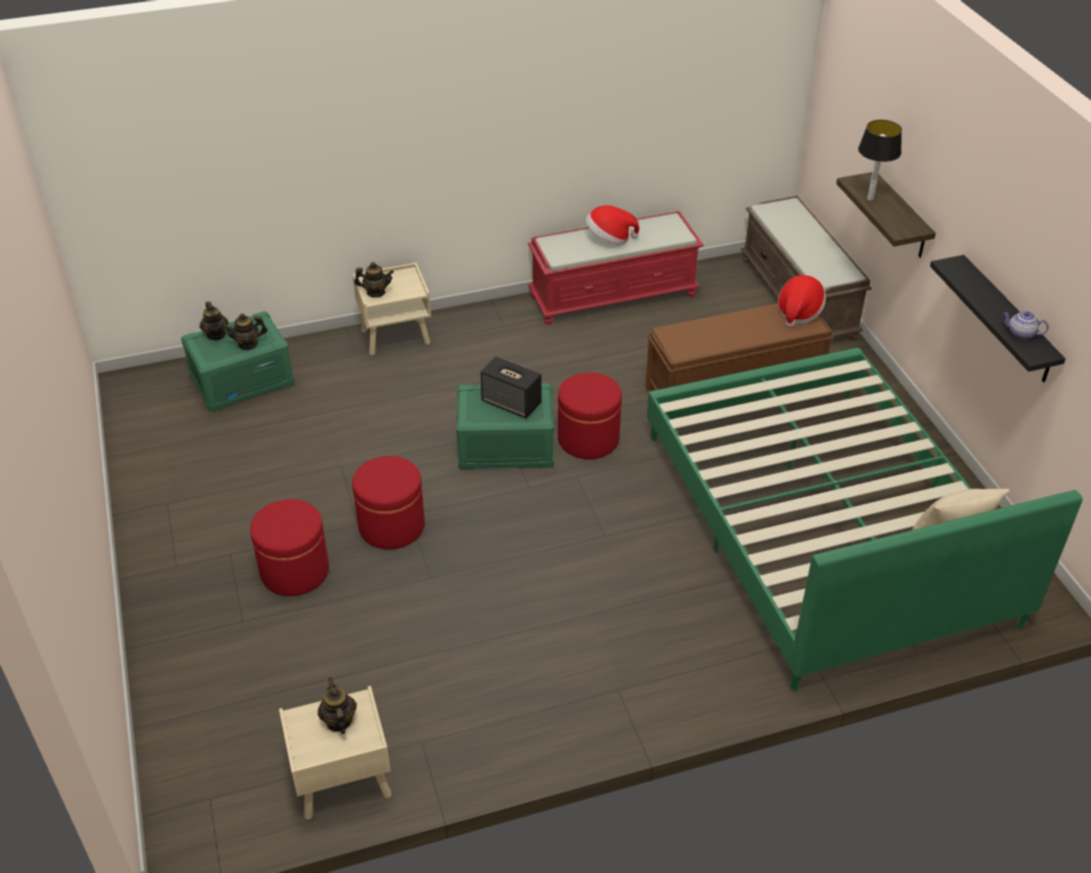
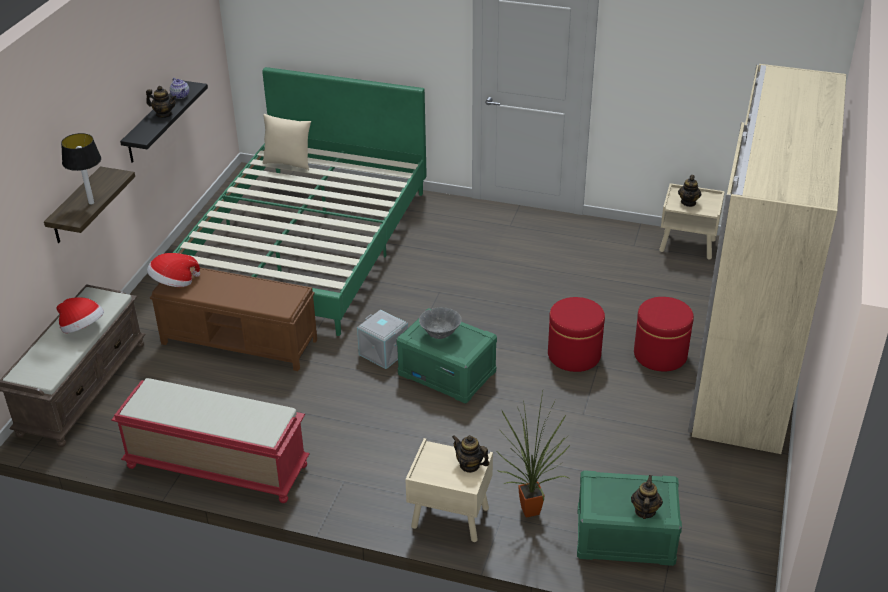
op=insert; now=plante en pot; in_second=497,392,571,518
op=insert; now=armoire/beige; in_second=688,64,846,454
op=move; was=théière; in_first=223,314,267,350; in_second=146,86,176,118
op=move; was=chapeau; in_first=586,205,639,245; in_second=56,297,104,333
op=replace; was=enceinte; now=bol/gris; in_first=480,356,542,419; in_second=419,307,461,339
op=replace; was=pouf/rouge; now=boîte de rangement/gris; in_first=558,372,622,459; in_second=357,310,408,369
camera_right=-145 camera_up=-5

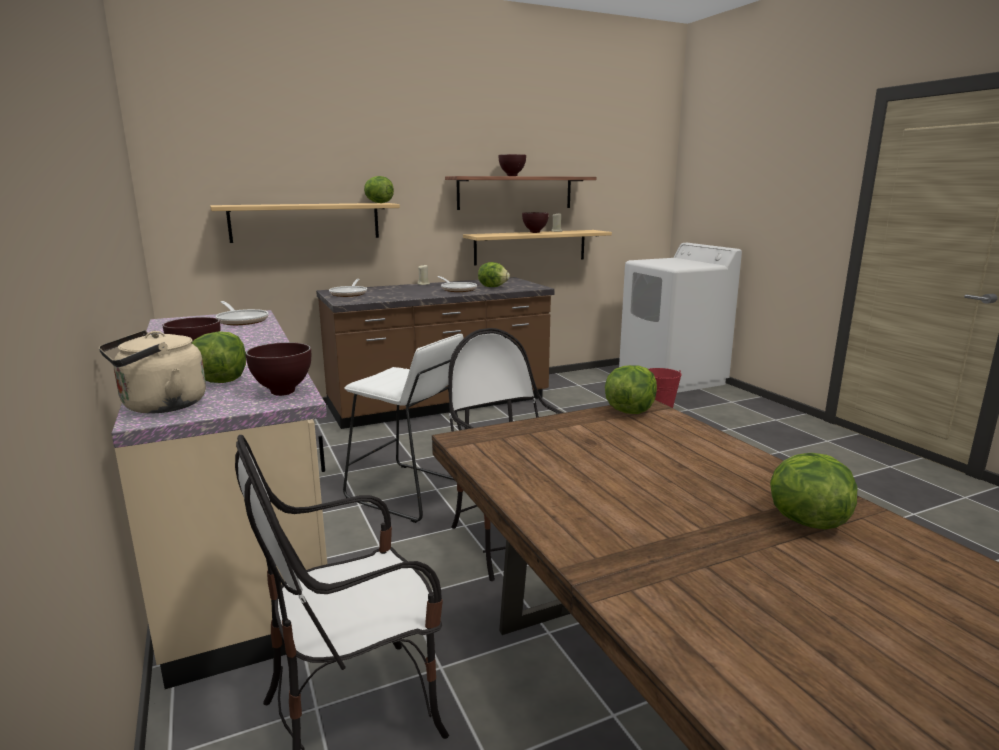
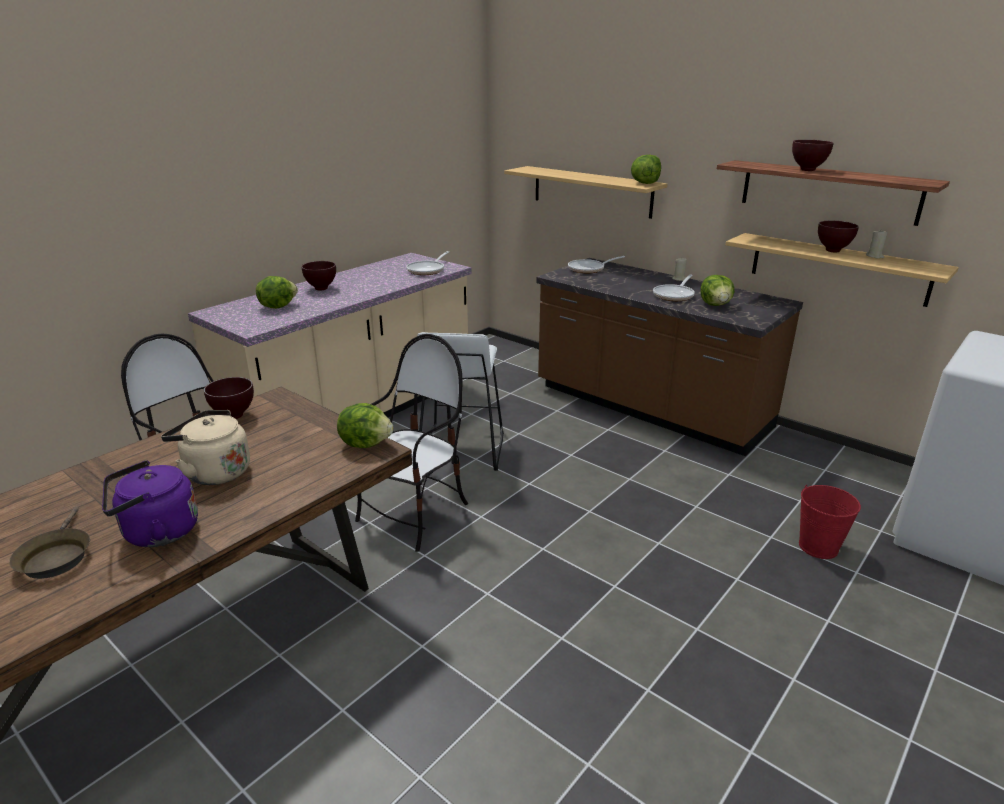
op=insert; now=poêle/marron; in_second=9,506,90,579
op=move; was=bouilloire/beige; in_first=99,330,206,414; in_second=161,410,250,485
op=move; was=bol/marron; in_first=245,342,311,396; in_second=204,377,254,419
op=replace; was=laitue; now=bouilloire/violet; in_first=770,453,857,530; in_second=102,460,198,547
camera_right=65 camera_up=10

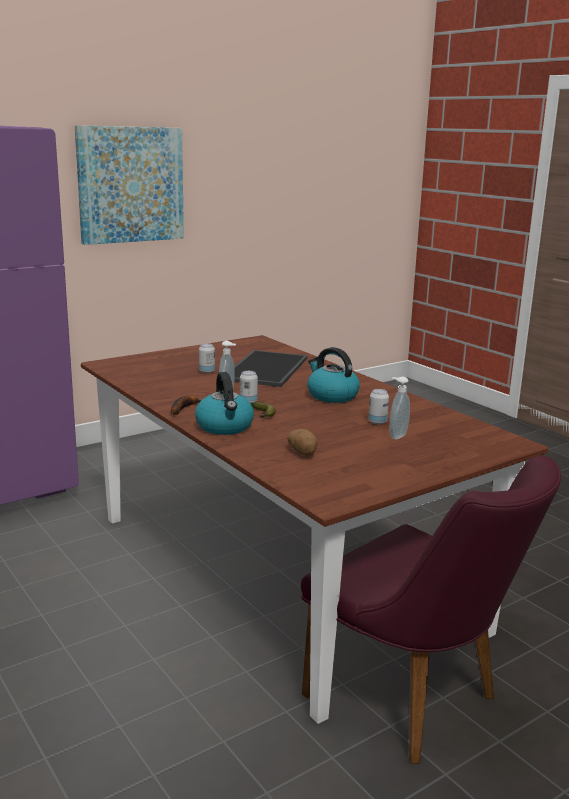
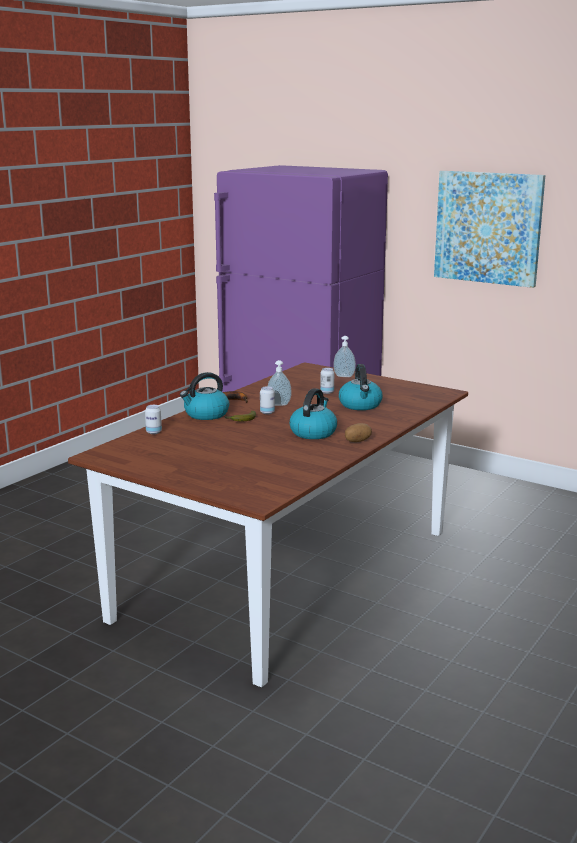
op=delete; was=chaise/violet; in_first=301,456,561,764
op=move; was=pomme de terre; in_first=287,429,318,456; in_second=345,423,372,442
op=move; was=boîte métallique; in_first=368,389,389,424; in_second=145,405,162,434
op=move; was=distributeur de savon; in_first=390,377,410,439; in_second=334,336,356,377
op=replace; was=plateau; now=bouilloire; in_first=234,350,308,387; in_second=339,364,383,410
camera_right=70 camera_up=0

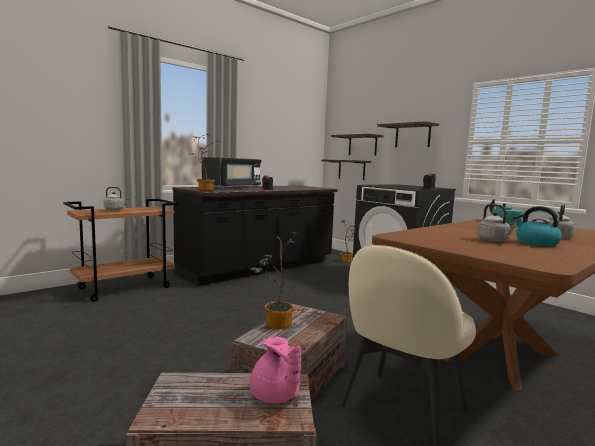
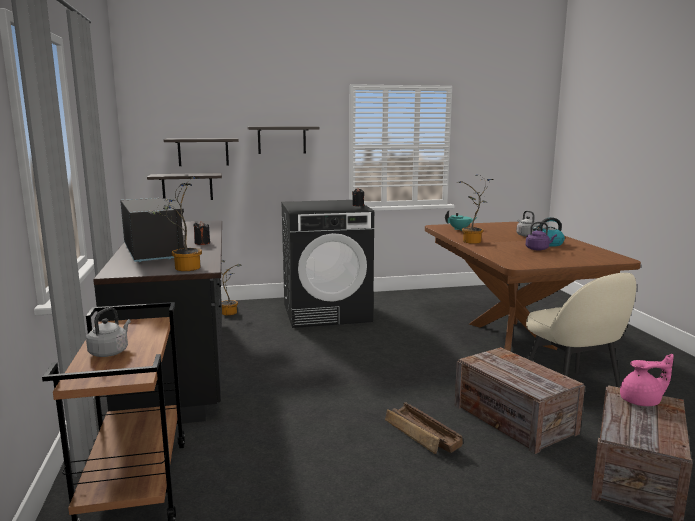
op=insert; now=caisse; in_second=385,402,463,454
op=move; was=plante en pot; in_first=250,232,297,329; in_second=458,175,493,244
op=recolor; was=bouilloire/gris; now=bouilloire/violet; in_first=477,204,517,242; in_second=526,222,557,251
camera_right=-60 camera_up=5

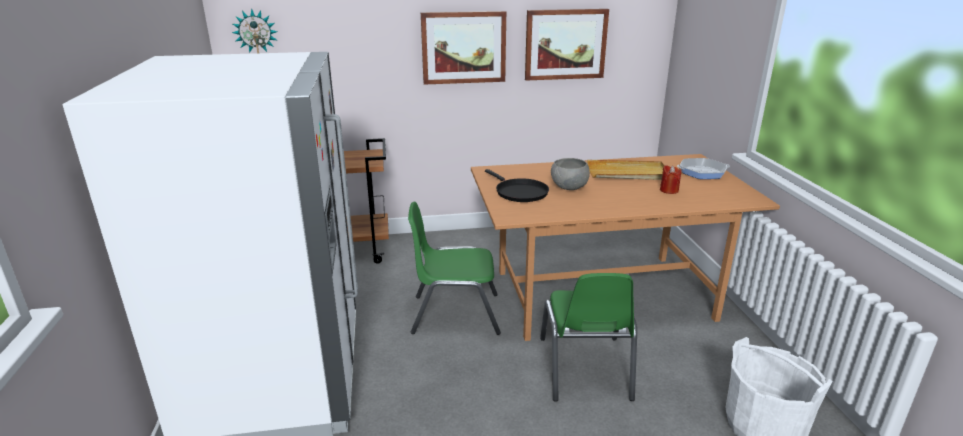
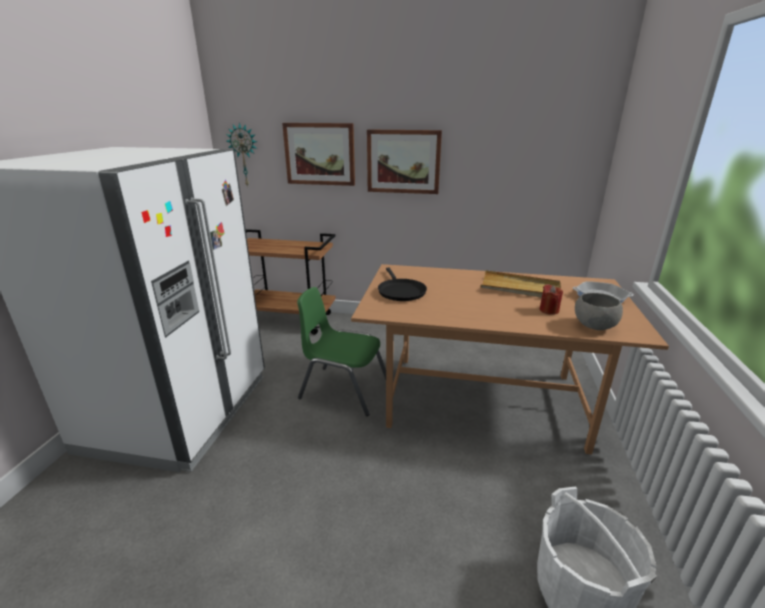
op=delete; was=chaise/vert; in_first=540,273,637,402
op=move; was=tableau; in_first=525,9,609,81; in_second=282,123,355,186
op=move; was=bol/gris; in_first=551,158,590,190; in_second=575,293,623,330
camera_right=20 camera_up=0

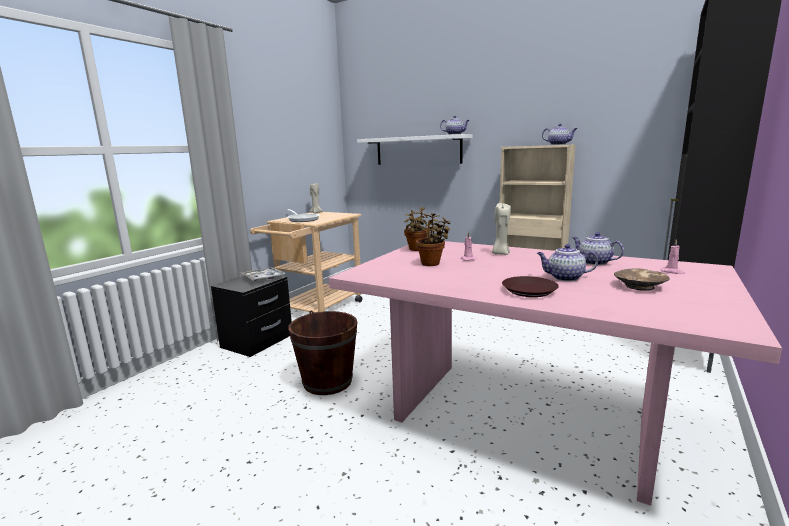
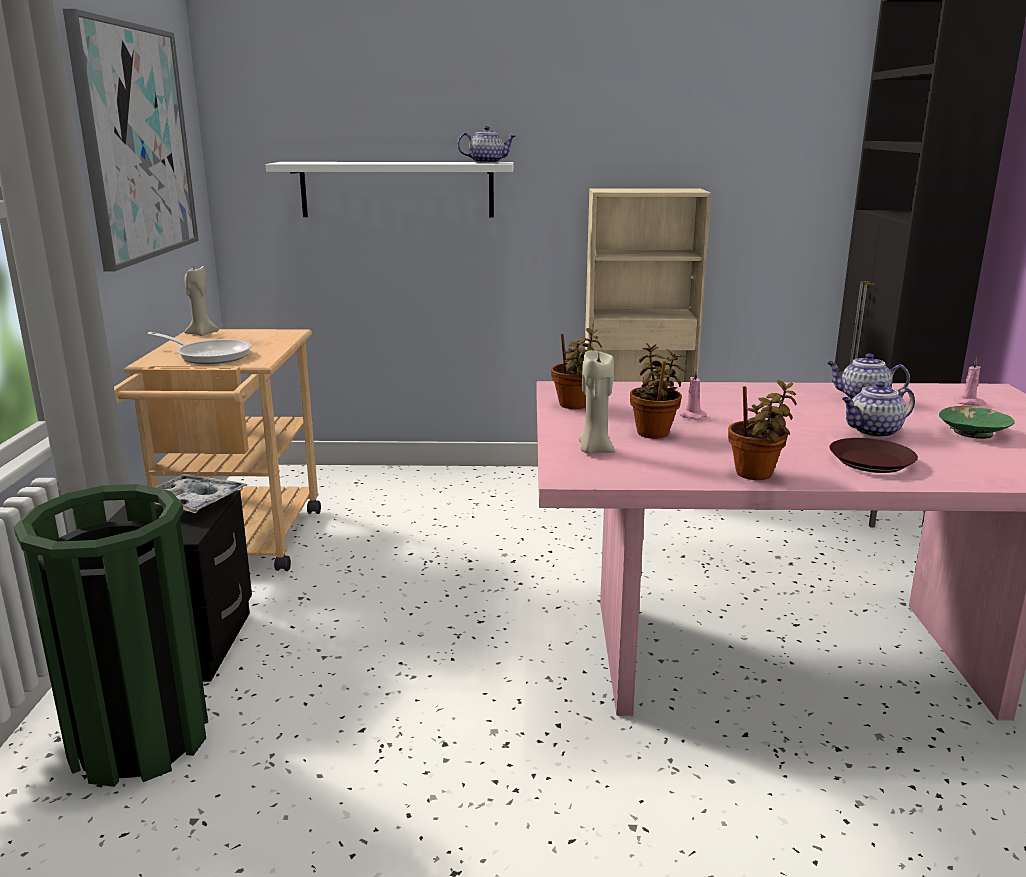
op=delete; was=seau/marron; in_first=288,311,357,395
op=delete; was=théière; in_first=542,124,578,145
op=insert; now=poubelle/vert; in_second=14,484,208,787
op=insert; now=tableau; in_second=63,9,199,271
op=insert; now=plante en pot; in_second=728,380,797,480
op=move; was=bougie/beige; in_first=492,203,511,255; in_second=579,350,615,454
op=recolor; was=bol/marron; now=bol/vert; in_first=614,268,670,291; in_second=939,406,1015,439
camera_right=-30 camera_up=5

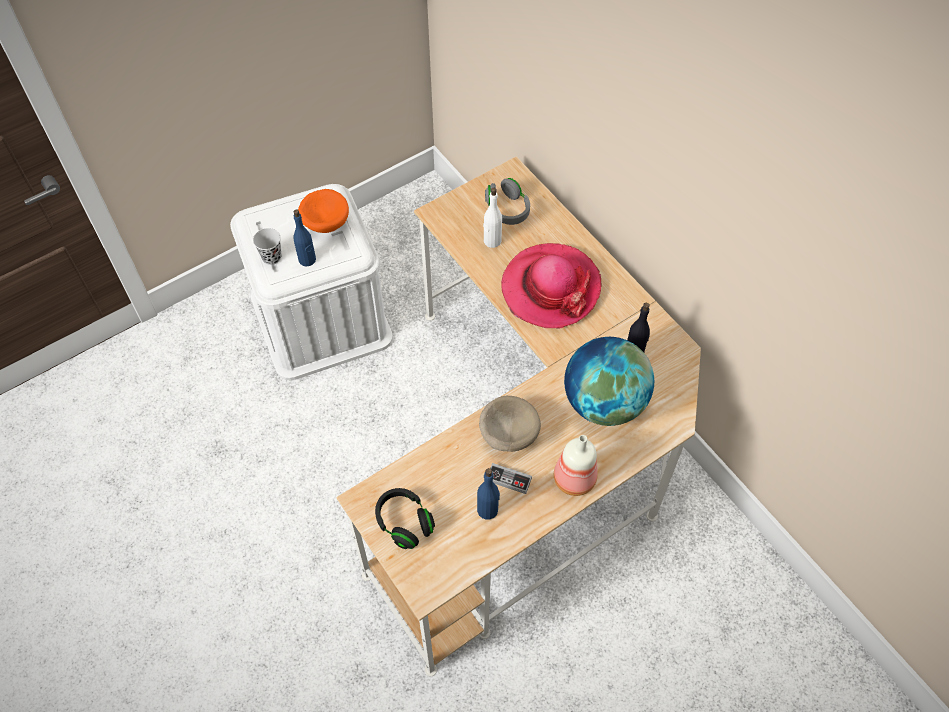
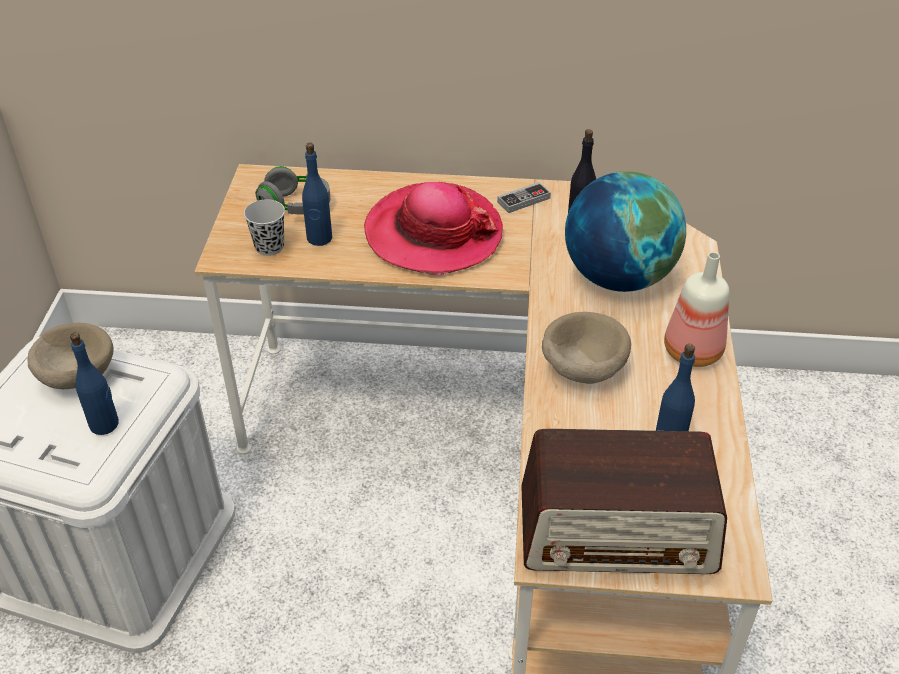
op=move; was=tasse/noir; in_first=253,228,281,265; in_second=244,199,285,256
op=move; was=manette; in_first=490,463,532,494; in_second=497,182,551,213
op=replace; was=casque audio/noir; now=radio; in_first=375,488,435,549; in_second=521,429,727,574
op=recolor; was=bol/orange; now=bol/beige; in_first=298,189,349,233; in_second=28,323,114,389
op=recolor; was=bouteille/blanc; now=bouteille/bleu; in_first=483,188,502,248; in_second=302,143,332,246
camera_right=-50 camera_up=-15

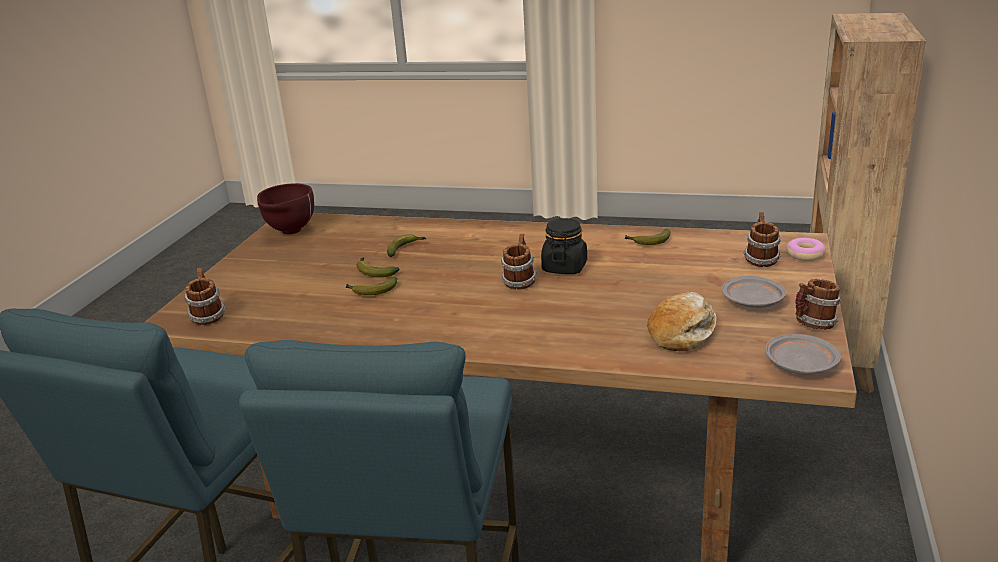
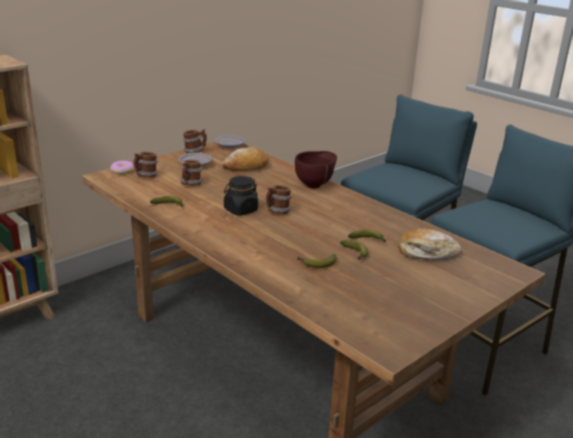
op=insert; now=pain; in_second=398,229,462,260
op=move; was=mug; in_first=184,268,225,325; in_second=180,160,202,186
op=move; was=bol/marron; in_first=257,183,314,234; in_second=295,151,337,188
camera_right=-150 camera_up=0

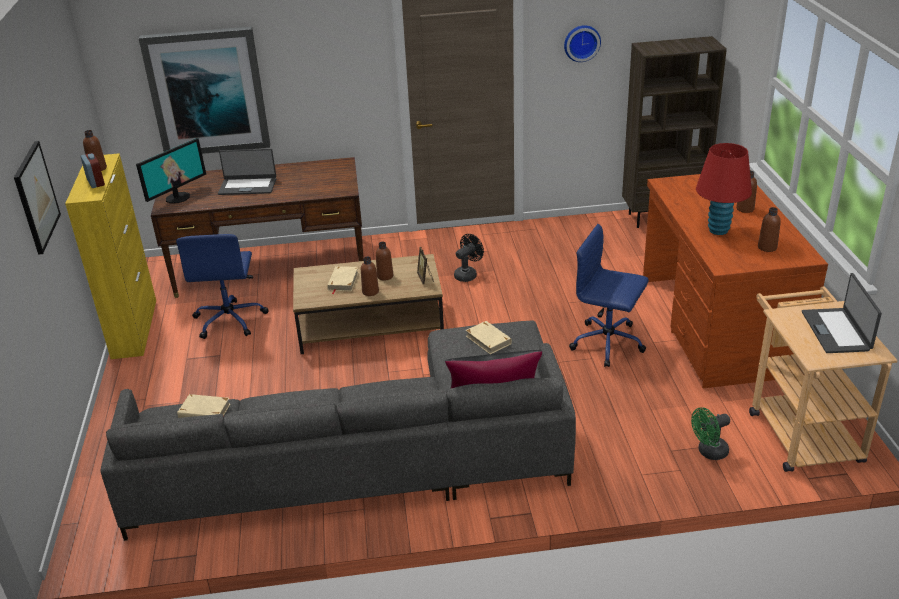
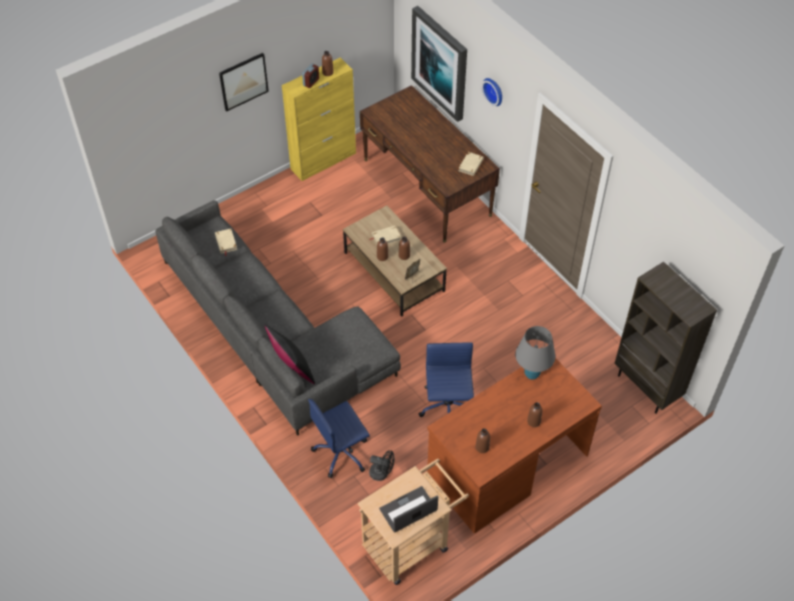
op=delete; was=écran d'ordinateur; in_first=136,138,206,204
op=delete; was=ordinateur portable; in_first=218,149,276,195
op=delete; was=ventilateur/vert; in_first=691,407,730,460
op=delete; was=lampe de table/rouge; in_first=696,143,752,235
op=insert; now=lampe de table/gris; in_second=515,326,555,380
op=move; was=chaise de bureau/bleu; in_first=176,234,268,339; in_second=308,399,370,478
op=move; was=ventilateur/noir; in_first=454,234,484,282; in_second=369,450,395,481
op=move; was=livre/beige; in_first=466,321,512,354; in_second=459,152,483,176
op=move; was=horloge murale; in_first=564,25,601,62; in_second=482,78,502,106
camera_right=60 camera_up=20

